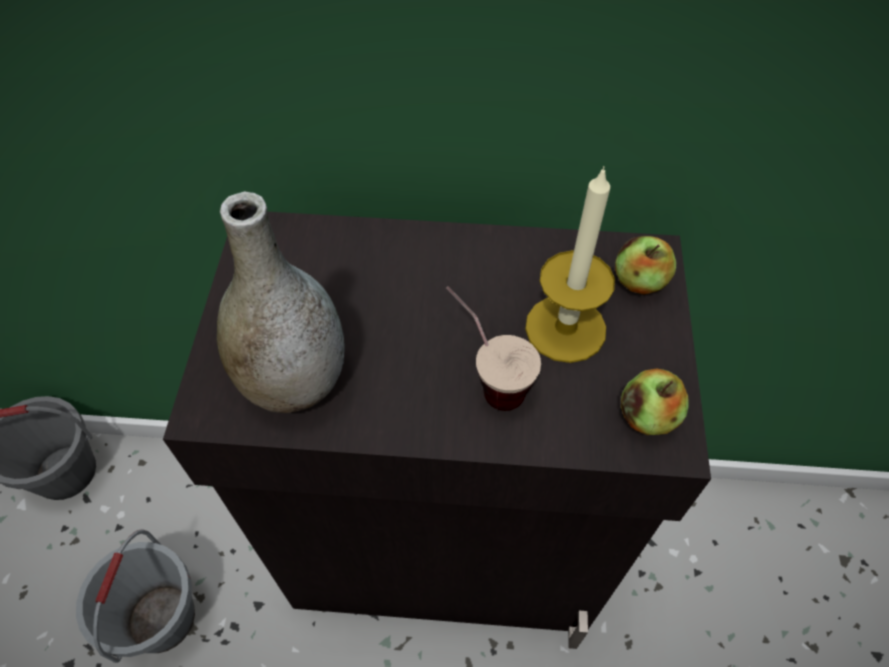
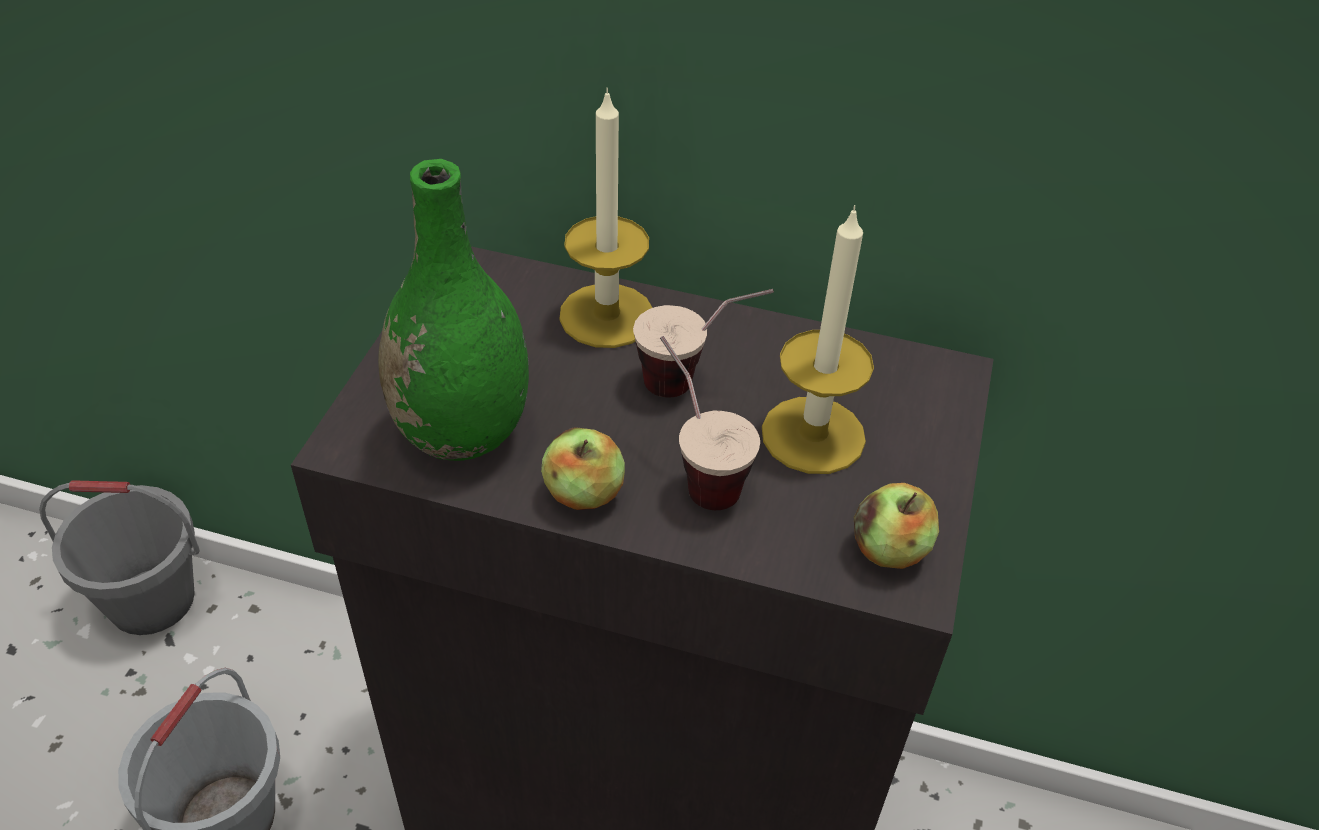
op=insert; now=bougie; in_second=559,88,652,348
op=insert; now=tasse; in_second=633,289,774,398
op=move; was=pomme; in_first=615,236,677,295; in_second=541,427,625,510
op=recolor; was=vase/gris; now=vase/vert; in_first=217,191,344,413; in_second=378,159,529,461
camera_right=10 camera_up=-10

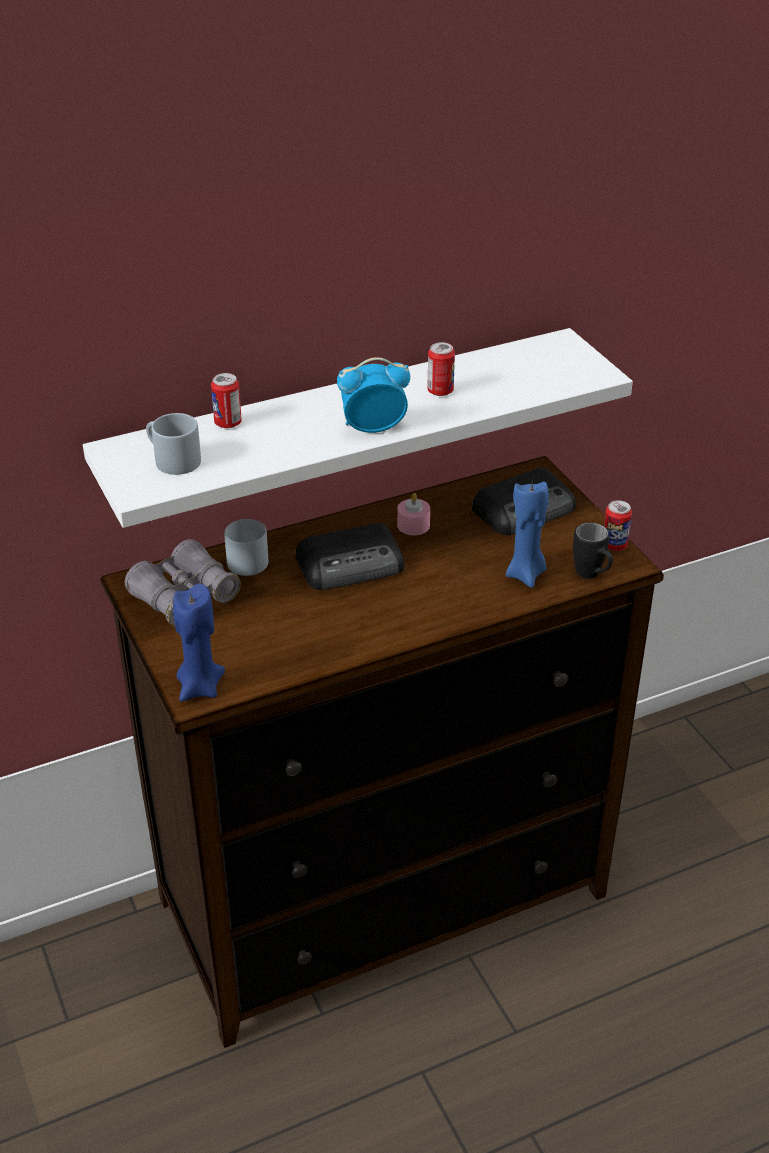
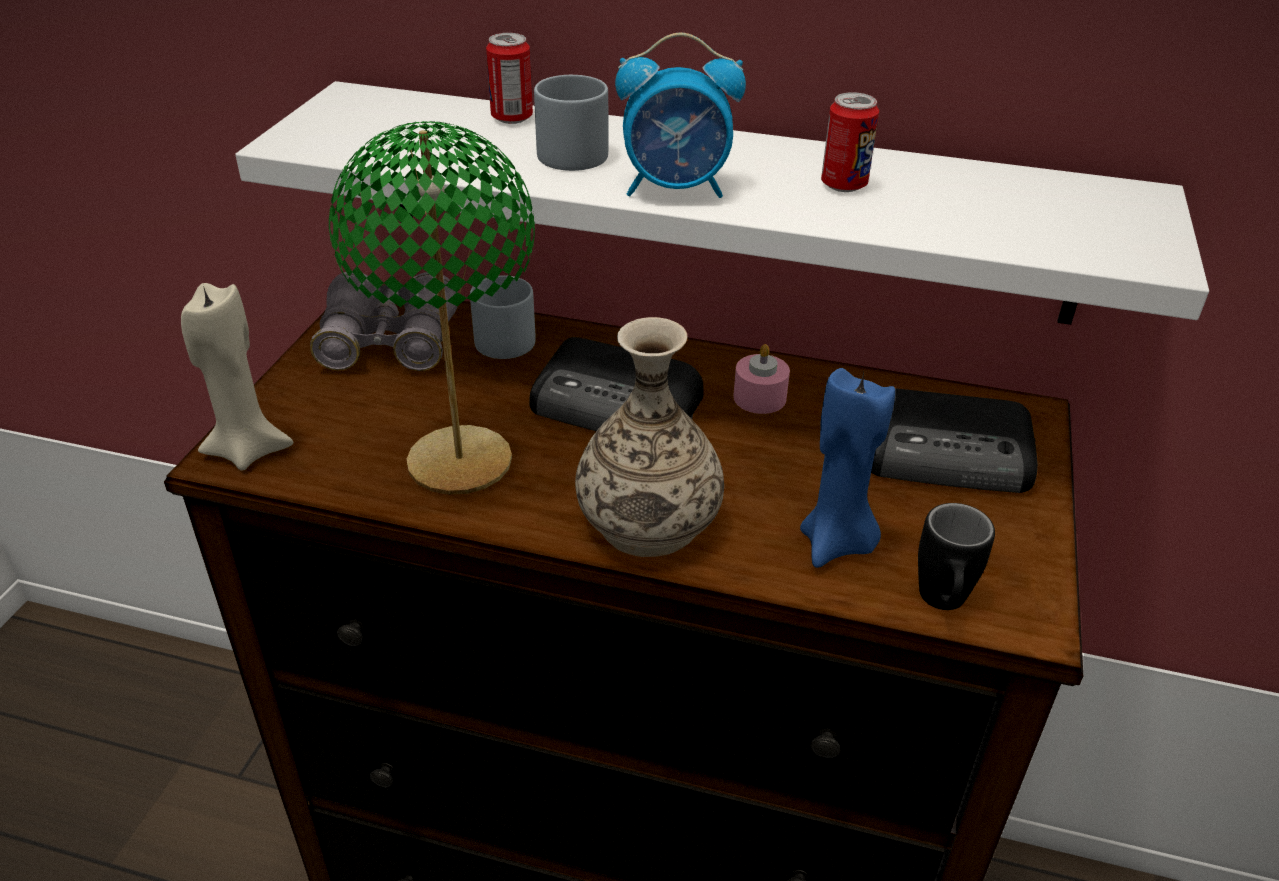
op=delete; was=boîte métallique; in_first=604,500,632,551
op=insert; now=lampe de table/vert; in_second=329,121,535,495
op=insert; now=vase; in_second=575,317,724,557
op=move; was=mug/gris; in_first=146,413,201,475; in_second=534,75,608,171
op=recolor; was=bougie/bleu; now=bougie/beige; in_first=173,583,225,702; in_second=181,283,293,471
op=rotate; was=réveil; in_first=337,357,410,433; in_second=615,33,746,198; clockwise=150
camera_right=40 camera_up=0

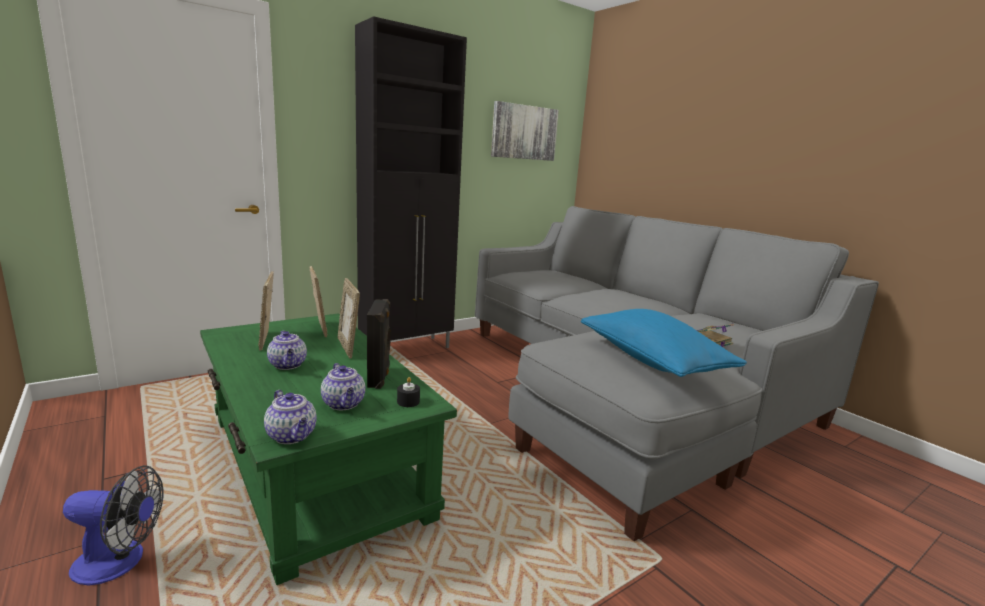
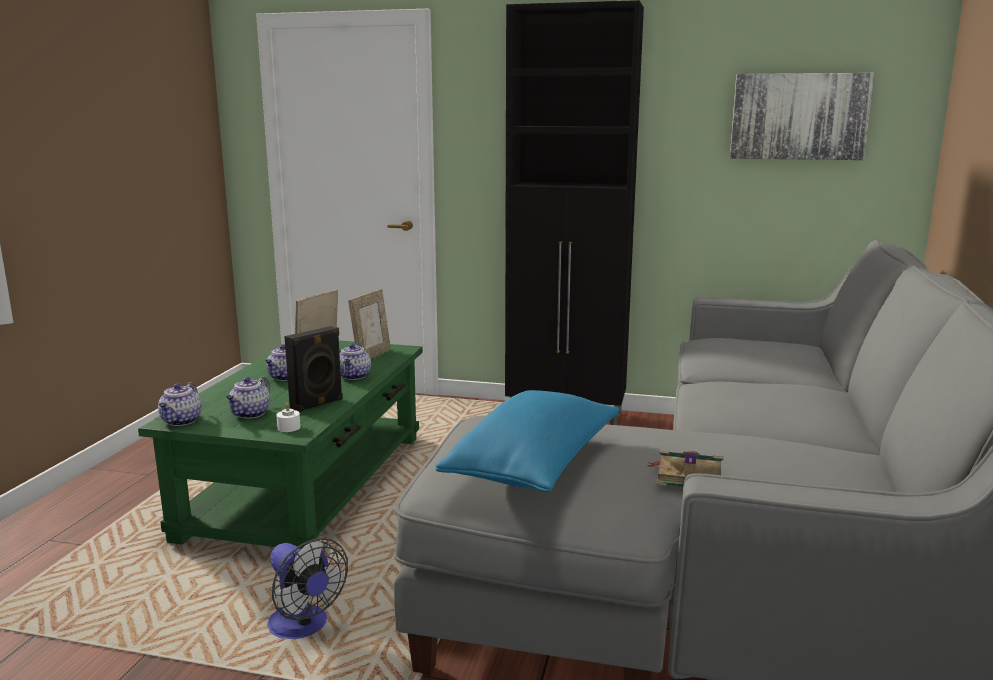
op=move; was=ventilateur; in_first=63,465,164,586; in_second=267,538,348,639
op=replace; was=cadre photo; now=théière; in_first=338,278,360,359; in_second=339,344,371,380
op=recolor; was=bougie/noir; now=bougie/blanc; in_first=397,377,420,407; in_second=276,402,301,432
camera_right=50 camera_up=0

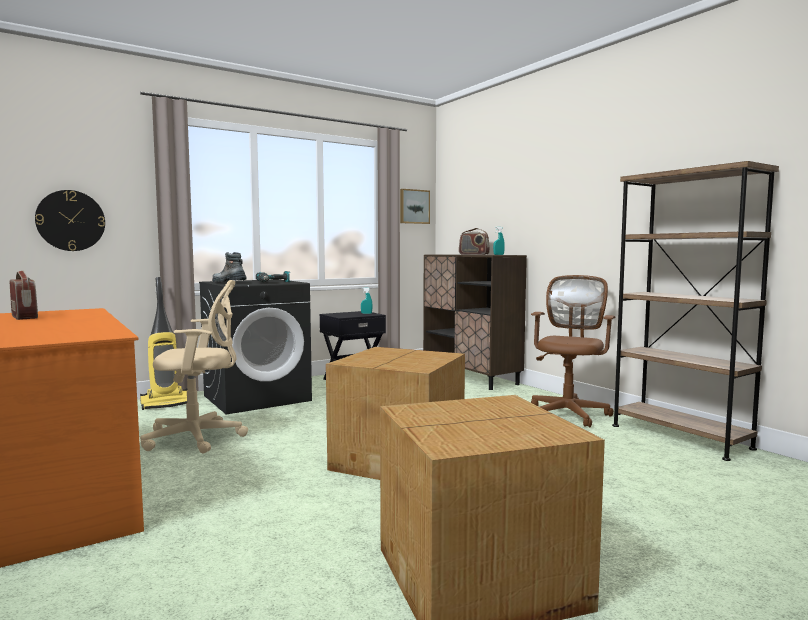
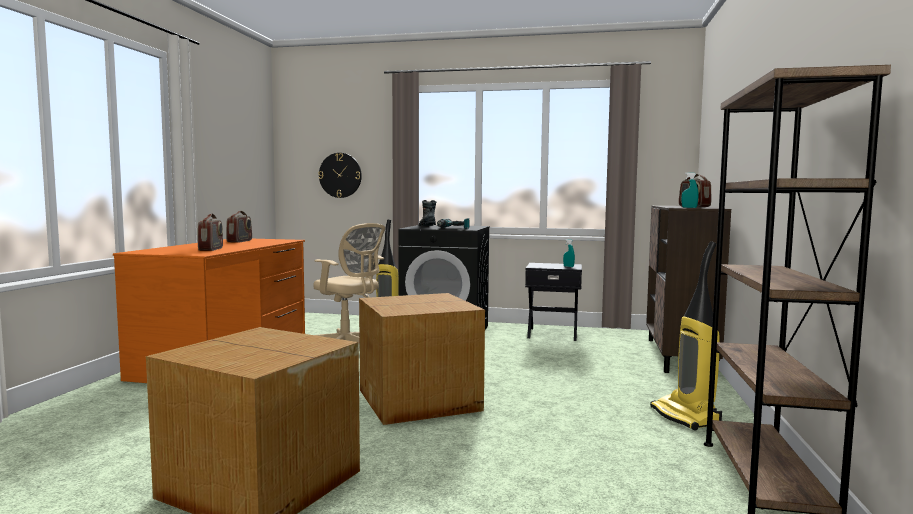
op=delete; was=tableau; in_first=400,189,430,224
op=insert; now=radio; in_second=198,213,223,251
op=replace; was=chaise de bureau/marron; now=aspirateur; in_first=531,275,615,428; in_second=650,241,722,431
camera_right=45 camera_up=0

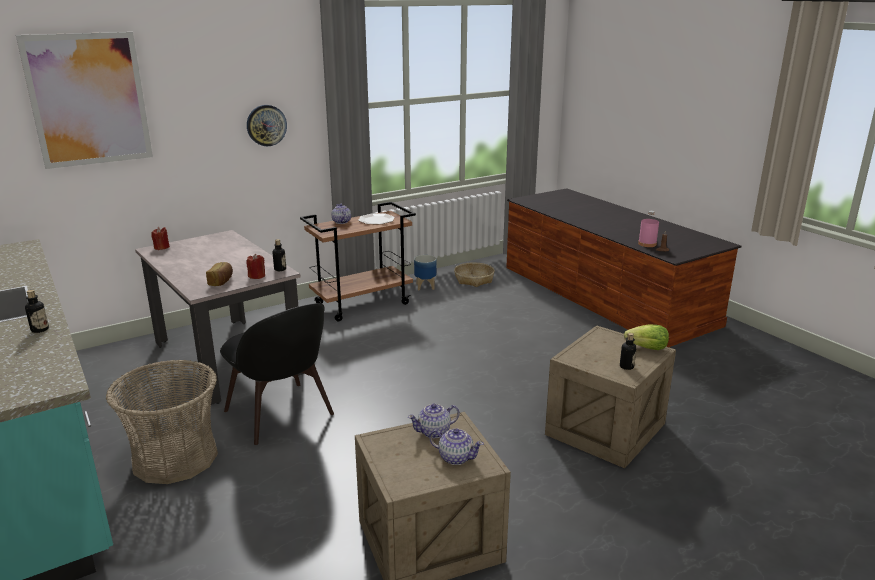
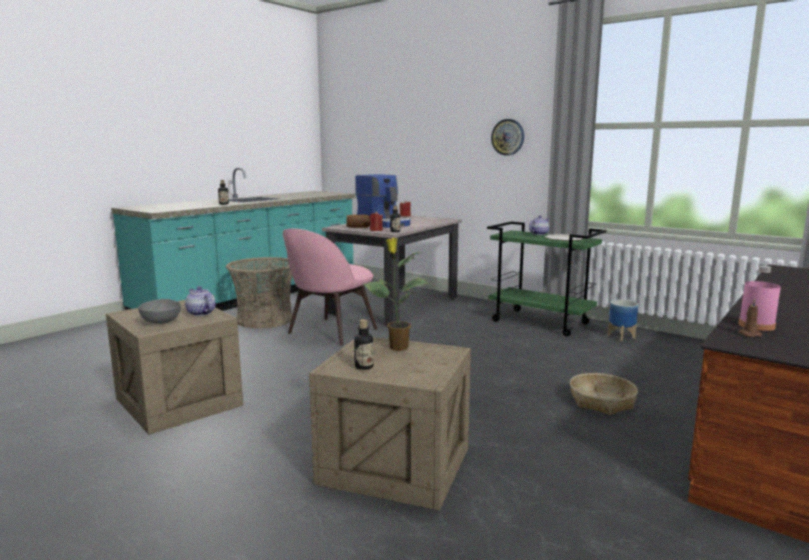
op=delete; was=tableau; in_first=16,32,153,169
op=delete; was=laitue; in_first=624,324,669,350
op=insert; now=machine à café; in_second=355,174,410,228
op=insert; now=plante en pot; in_second=364,238,429,351
op=move; was=panier; in_first=454,263,495,287; in_second=570,373,638,415
op=replace; was=théière; now=bol/gris; in_first=429,428,484,465; in_second=138,299,181,324
op=recolor; was=chaise/noir; now=chaise/rose; in_first=220,303,334,445; in_second=283,229,377,346
op=recolor; was=chariot/marron; now=chariot/vert; in_first=300,202,416,322; in_second=487,222,607,336
camera_right=70 camera_up=-10

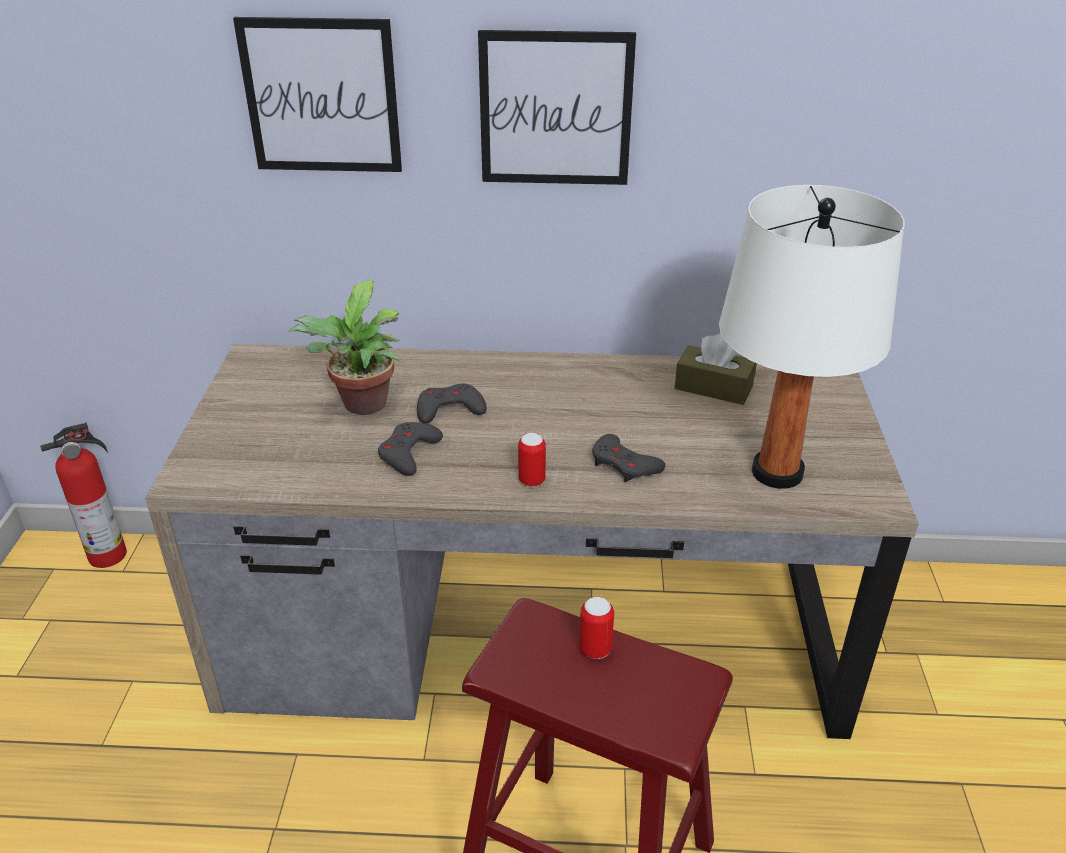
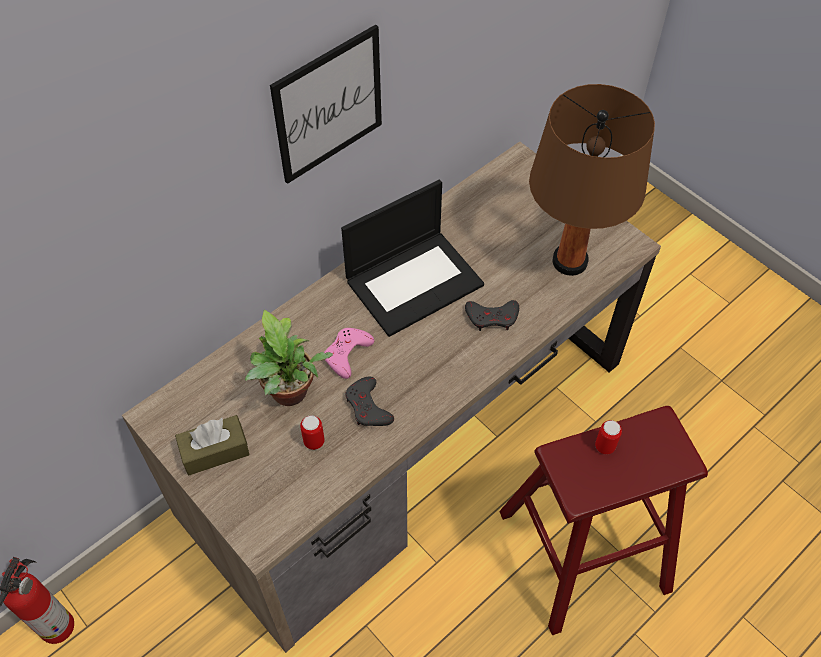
op=delete; was=tableau; in_first=233,17,402,172
op=insert; now=ordinateur portable; in_second=341,180,484,337
op=move; was=boîte métallique; in_first=518,433,546,486; in_second=300,415,325,450
op=move; was=boîte à mouchoirs/marron; in_first=675,334,757,405; in_second=175,415,250,475
op=recolor; was=manette/gris; now=manette/rose; in_first=417,384,487,423; in_second=324,328,375,379
op=recolor; was=lampe de table/blanc; now=lampe de table/marron; in_first=719,185,904,489; in_second=529,84,655,276
camera_right=-45 camera_up=20

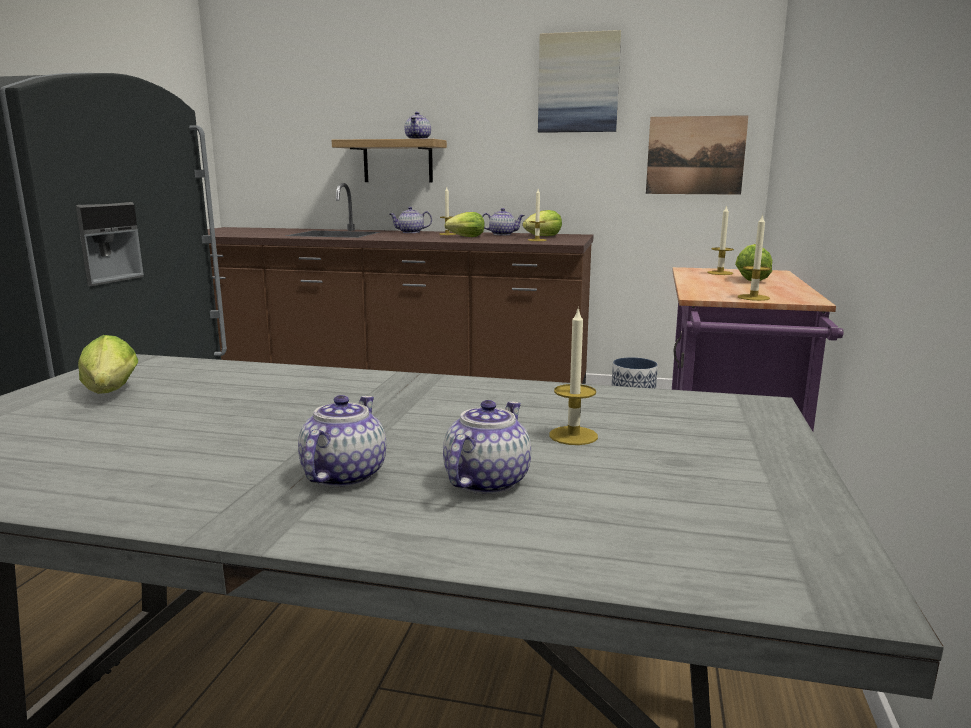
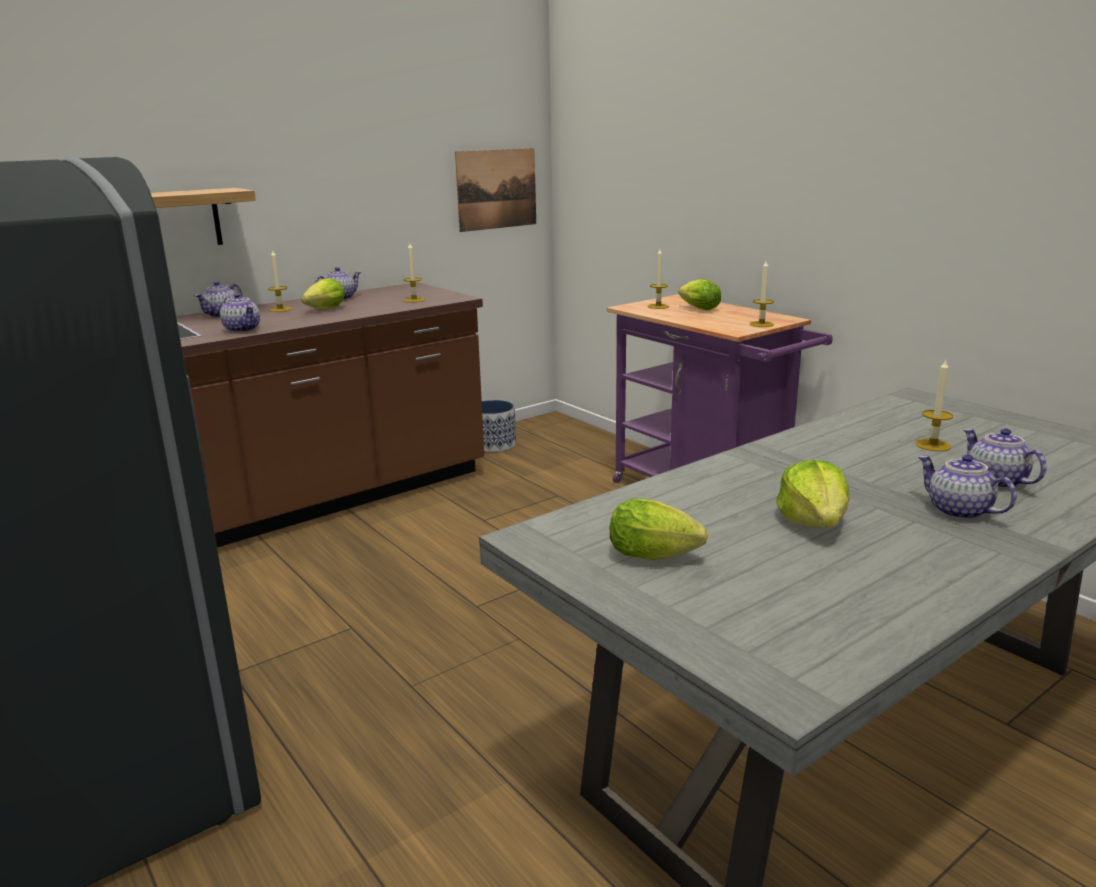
op=delete; was=tableau; in_first=538,30,621,133
op=move; was=théière; in_first=404,112,431,139; in_second=220,293,260,332
op=move; was=laitue; in_first=523,210,562,236; in_second=776,460,850,528
camera_right=-50 camera_up=5

